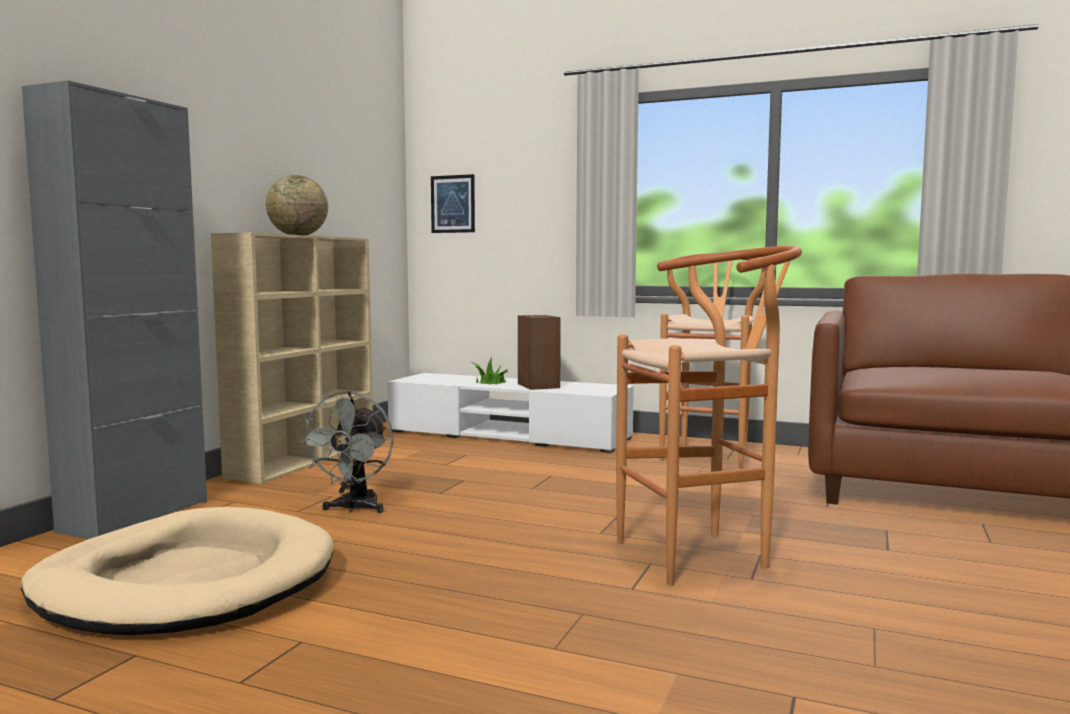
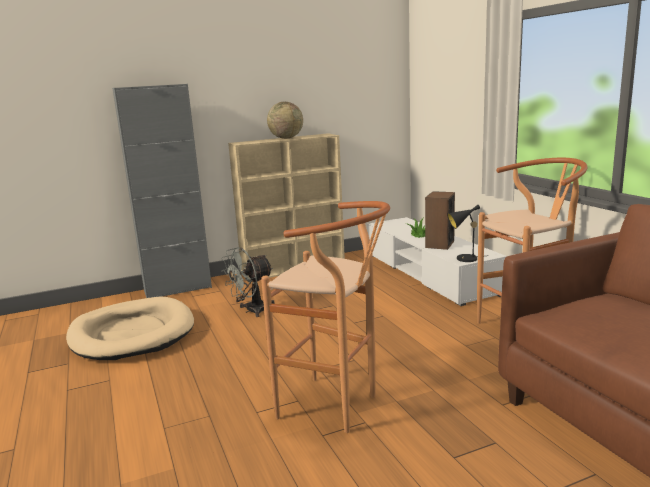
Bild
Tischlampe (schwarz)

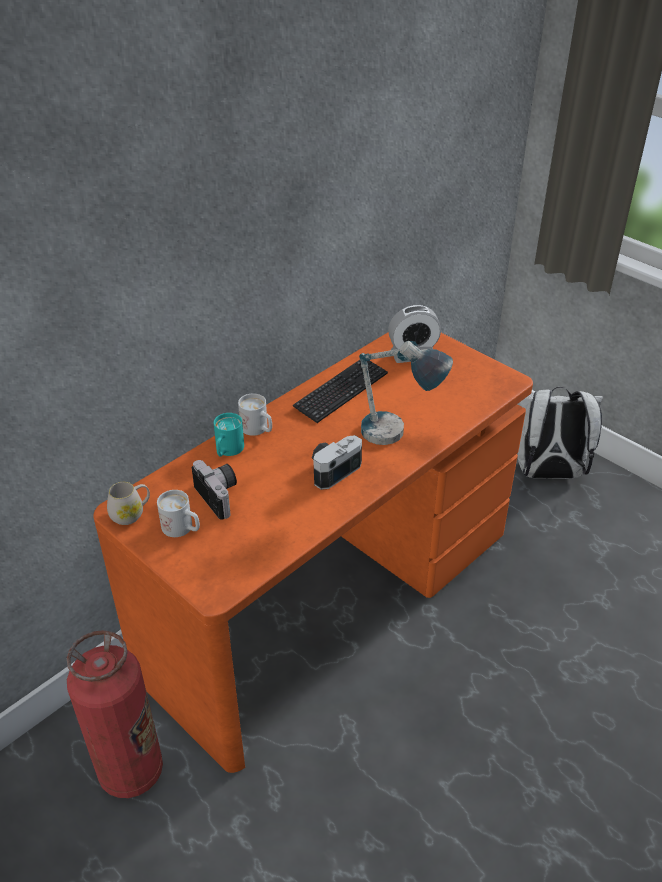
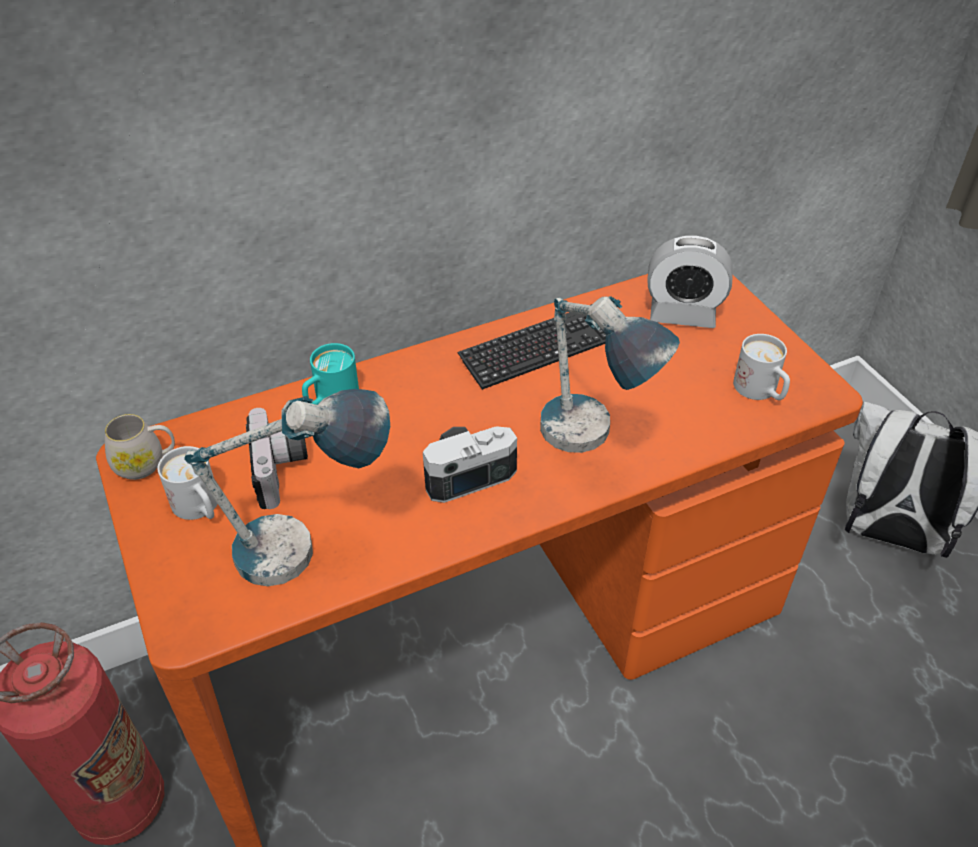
Henkelbecher (weiß) (3rd from left)
Tischlampe (1st from left)

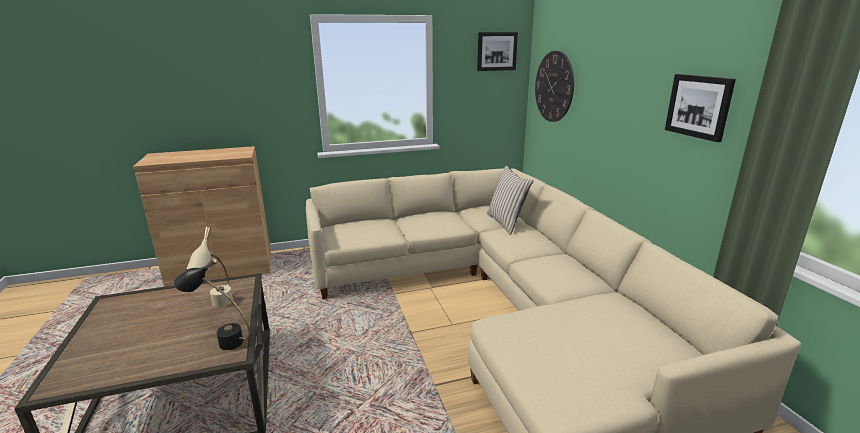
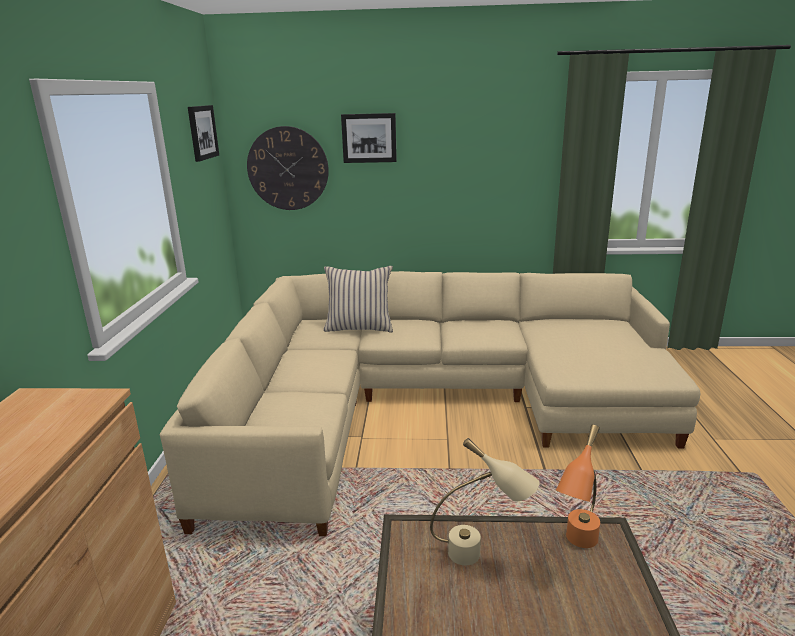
Bild (2nd from left)
Tischlampe (orange)

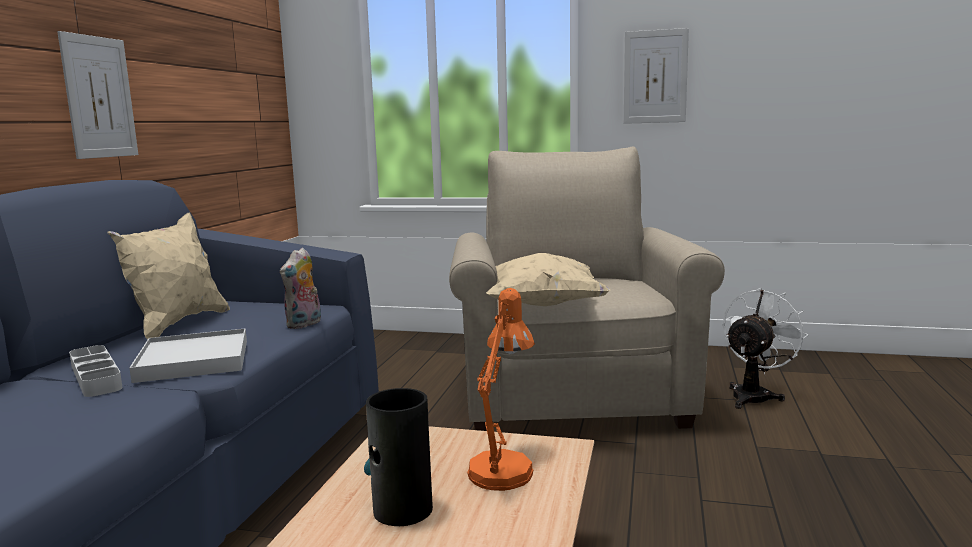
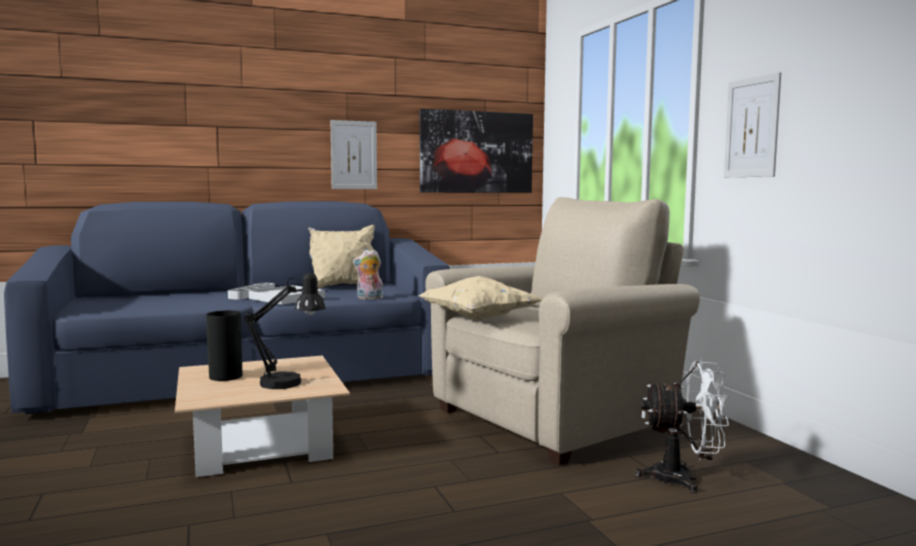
Tischlampe (schwarz)
Bild (2nd from left)

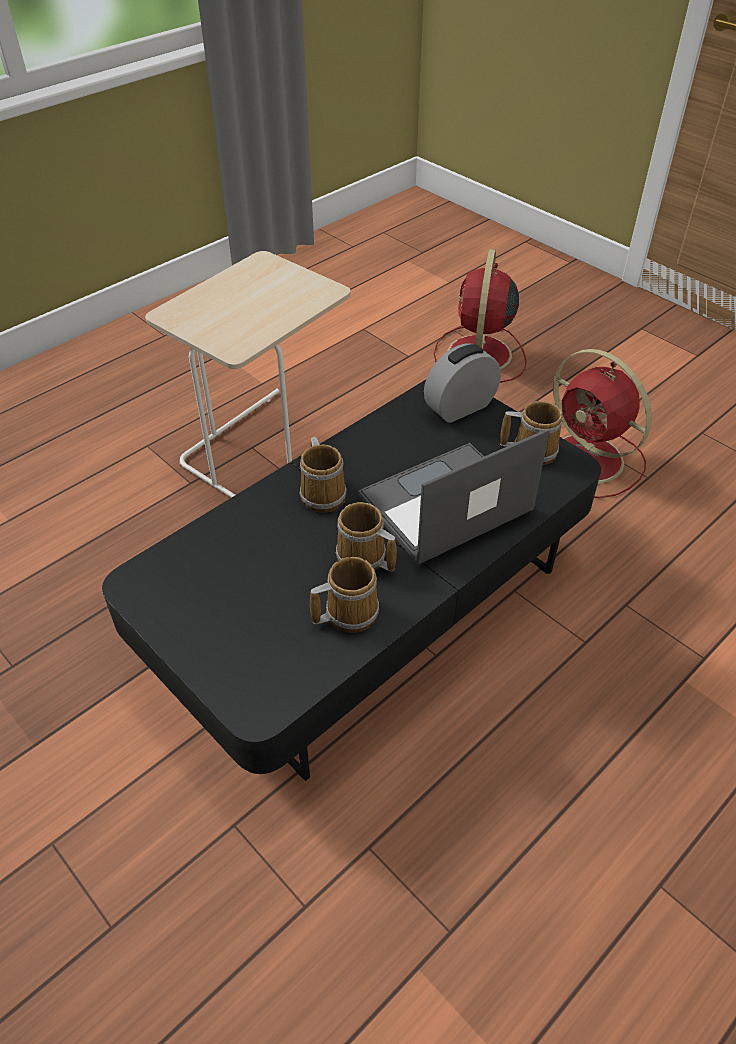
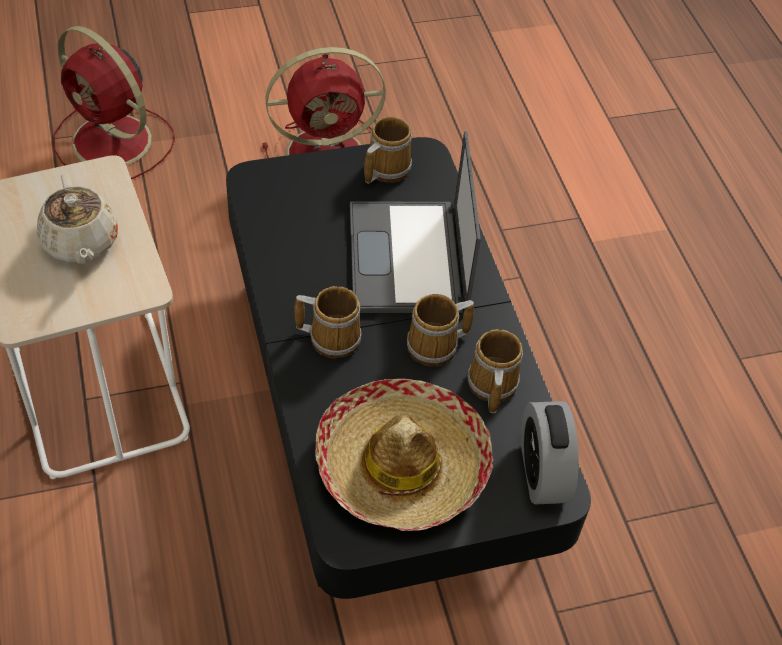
Wecker
Teekanne (beige)
Hut

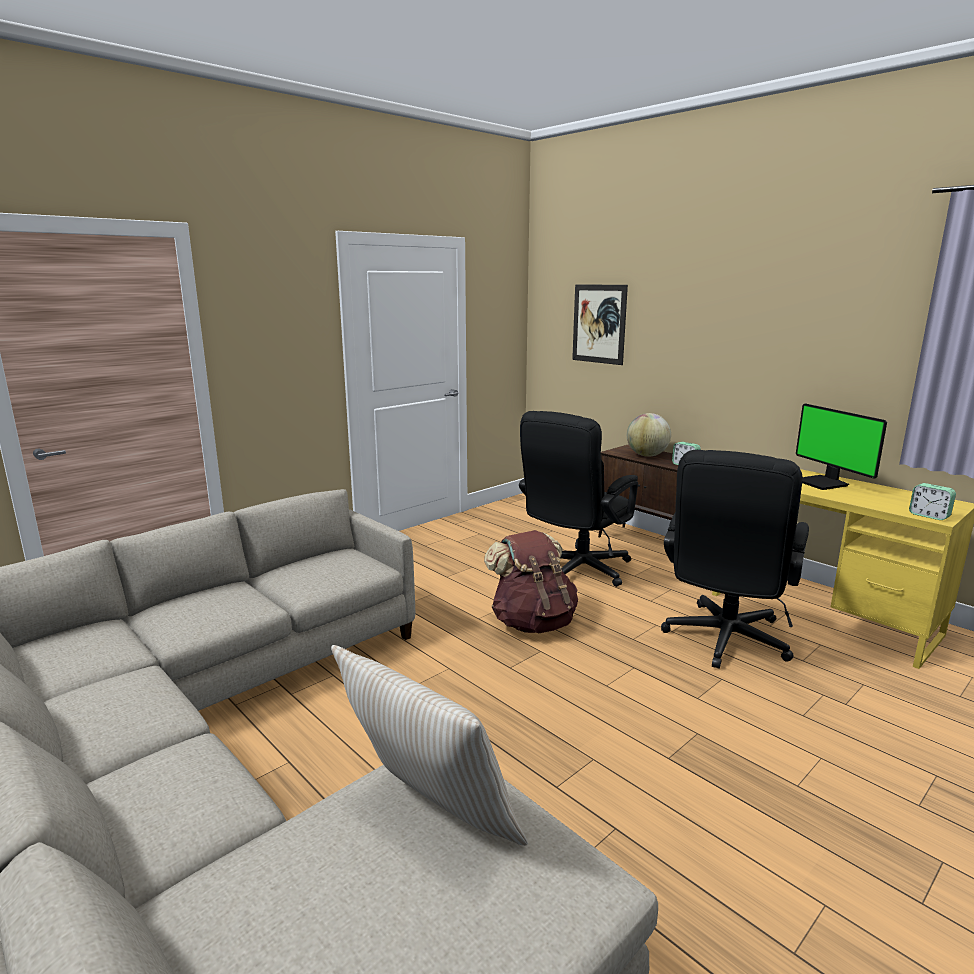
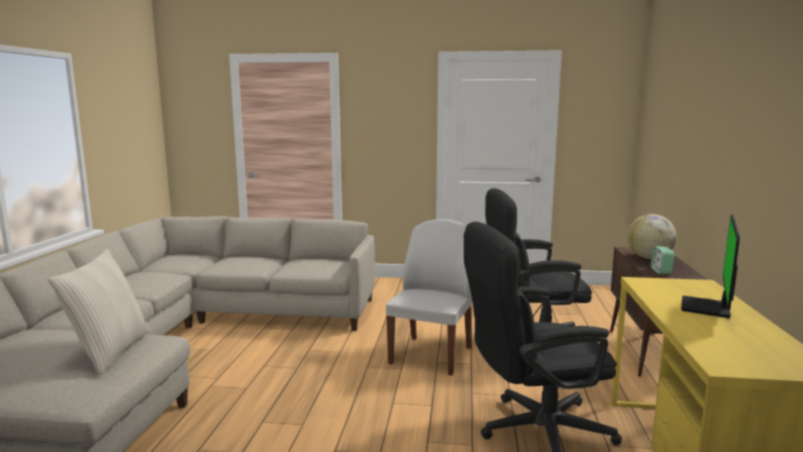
Bild
Wecker (2nd from left in the first image)
Stuhl (weiß)

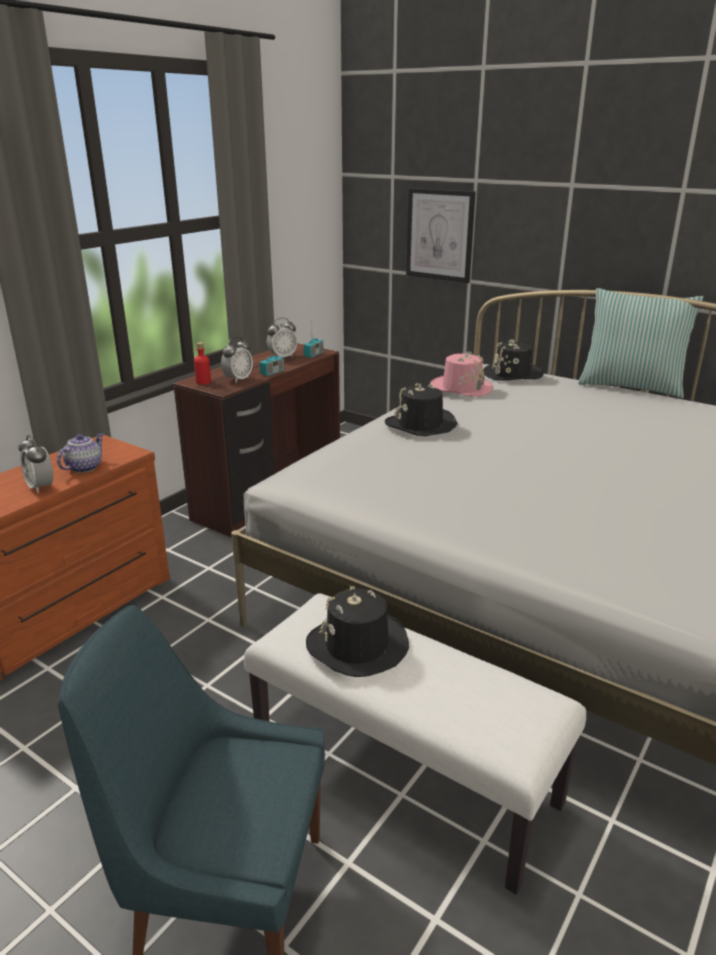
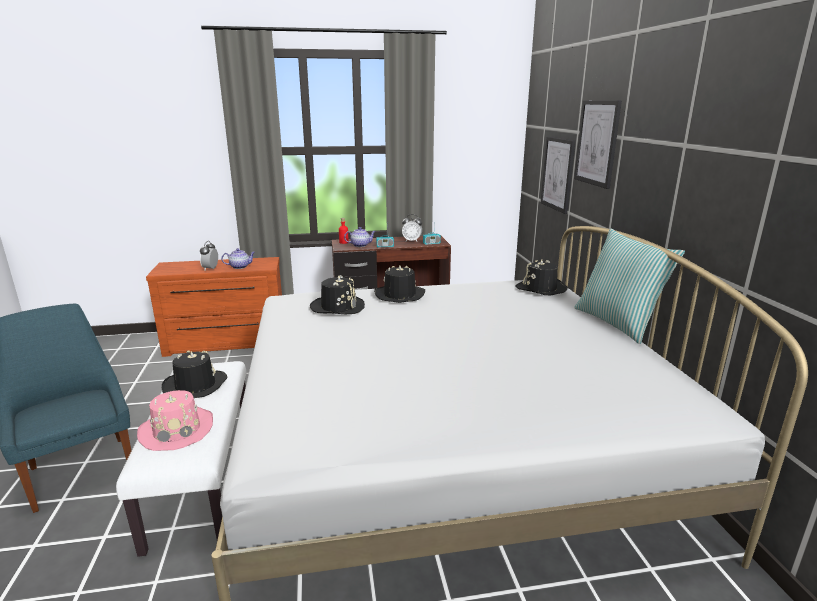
Teekanne (2nd from left)
Hut (rosa)
Bild (2nd from left)
Hut (schwarz) (2nd from left)

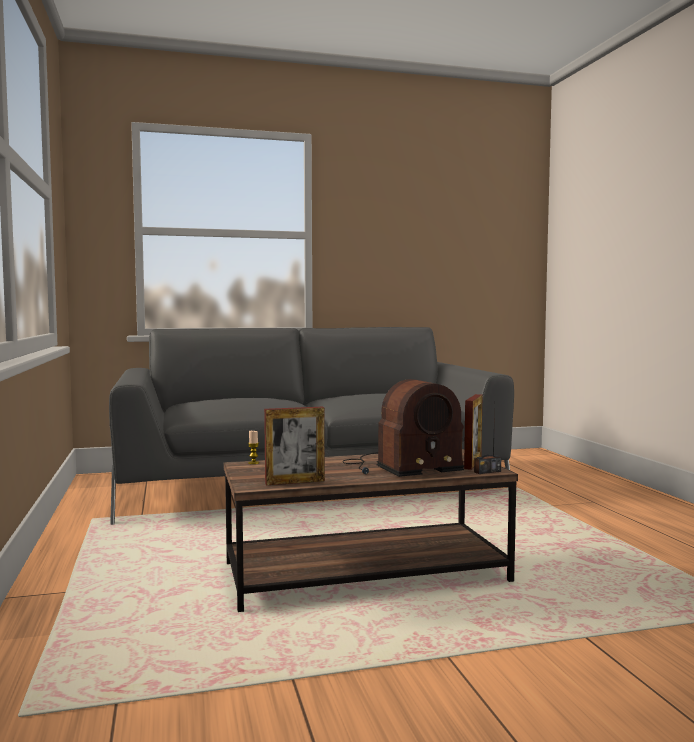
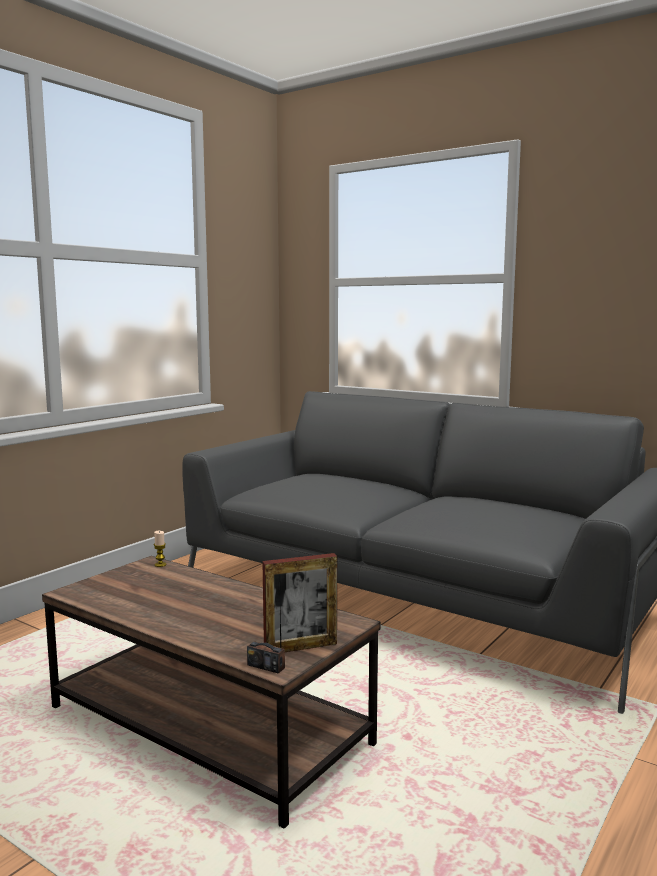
Radio (1st from left in the first image)
Bilderrahmen (1st from left in the first image)

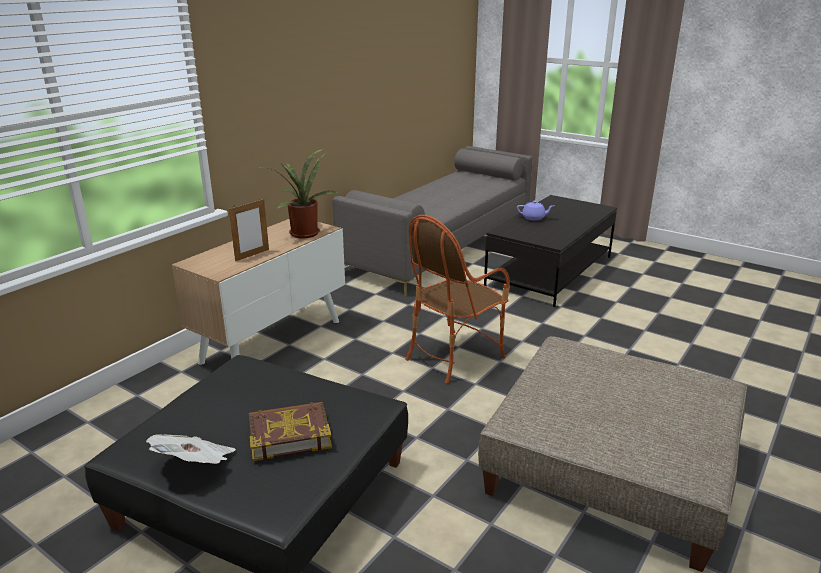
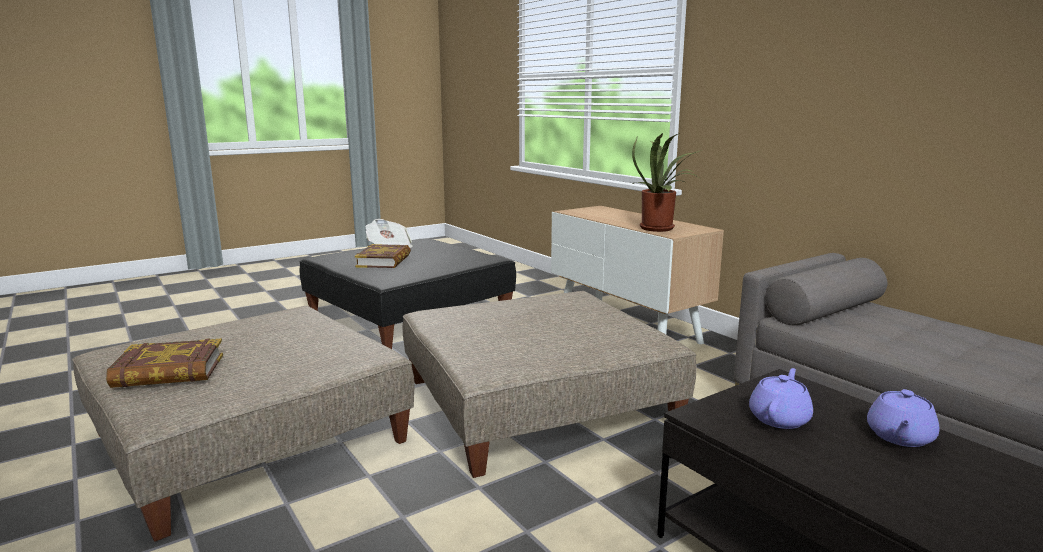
Bilderrahmen
Polsterhocker (beige) (2nd from left)
Buch (1st from left)
Teekanne (lila) (1st from left)

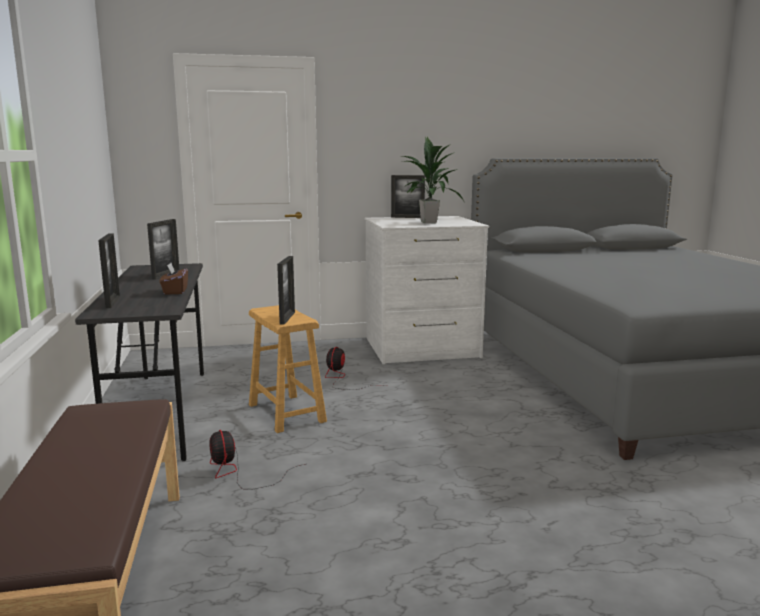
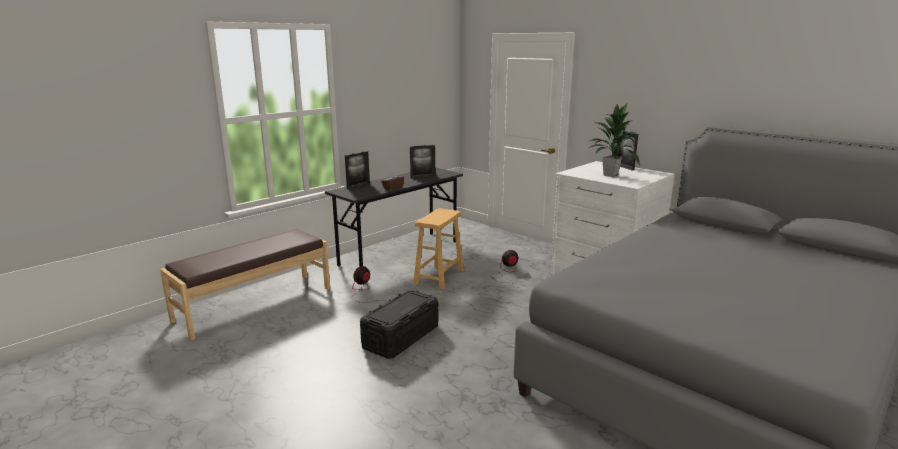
Bilderrahmen (3rd from left in the first image)
Aufbewahrungsbox (schwarz)

